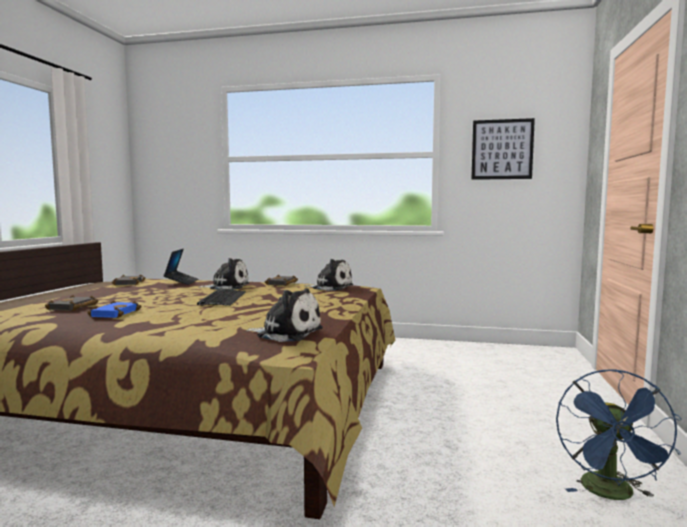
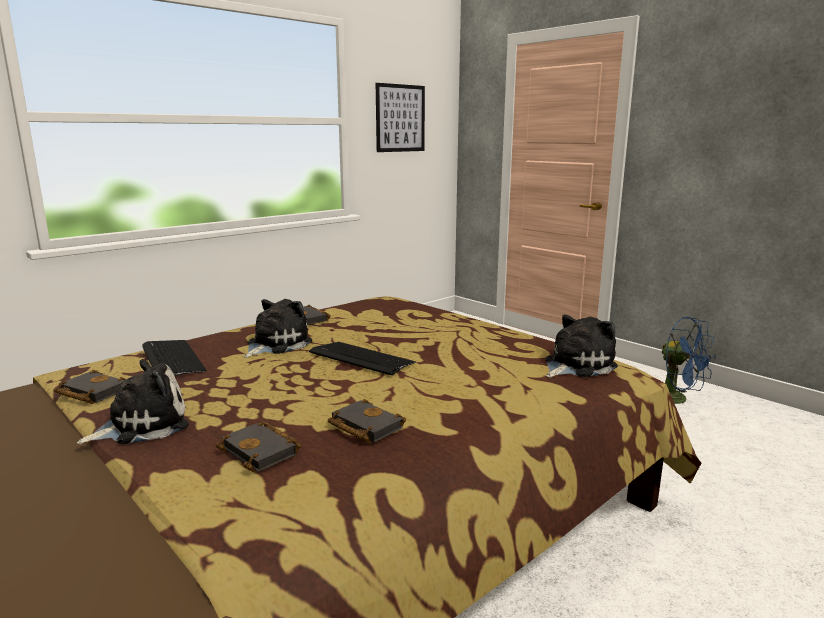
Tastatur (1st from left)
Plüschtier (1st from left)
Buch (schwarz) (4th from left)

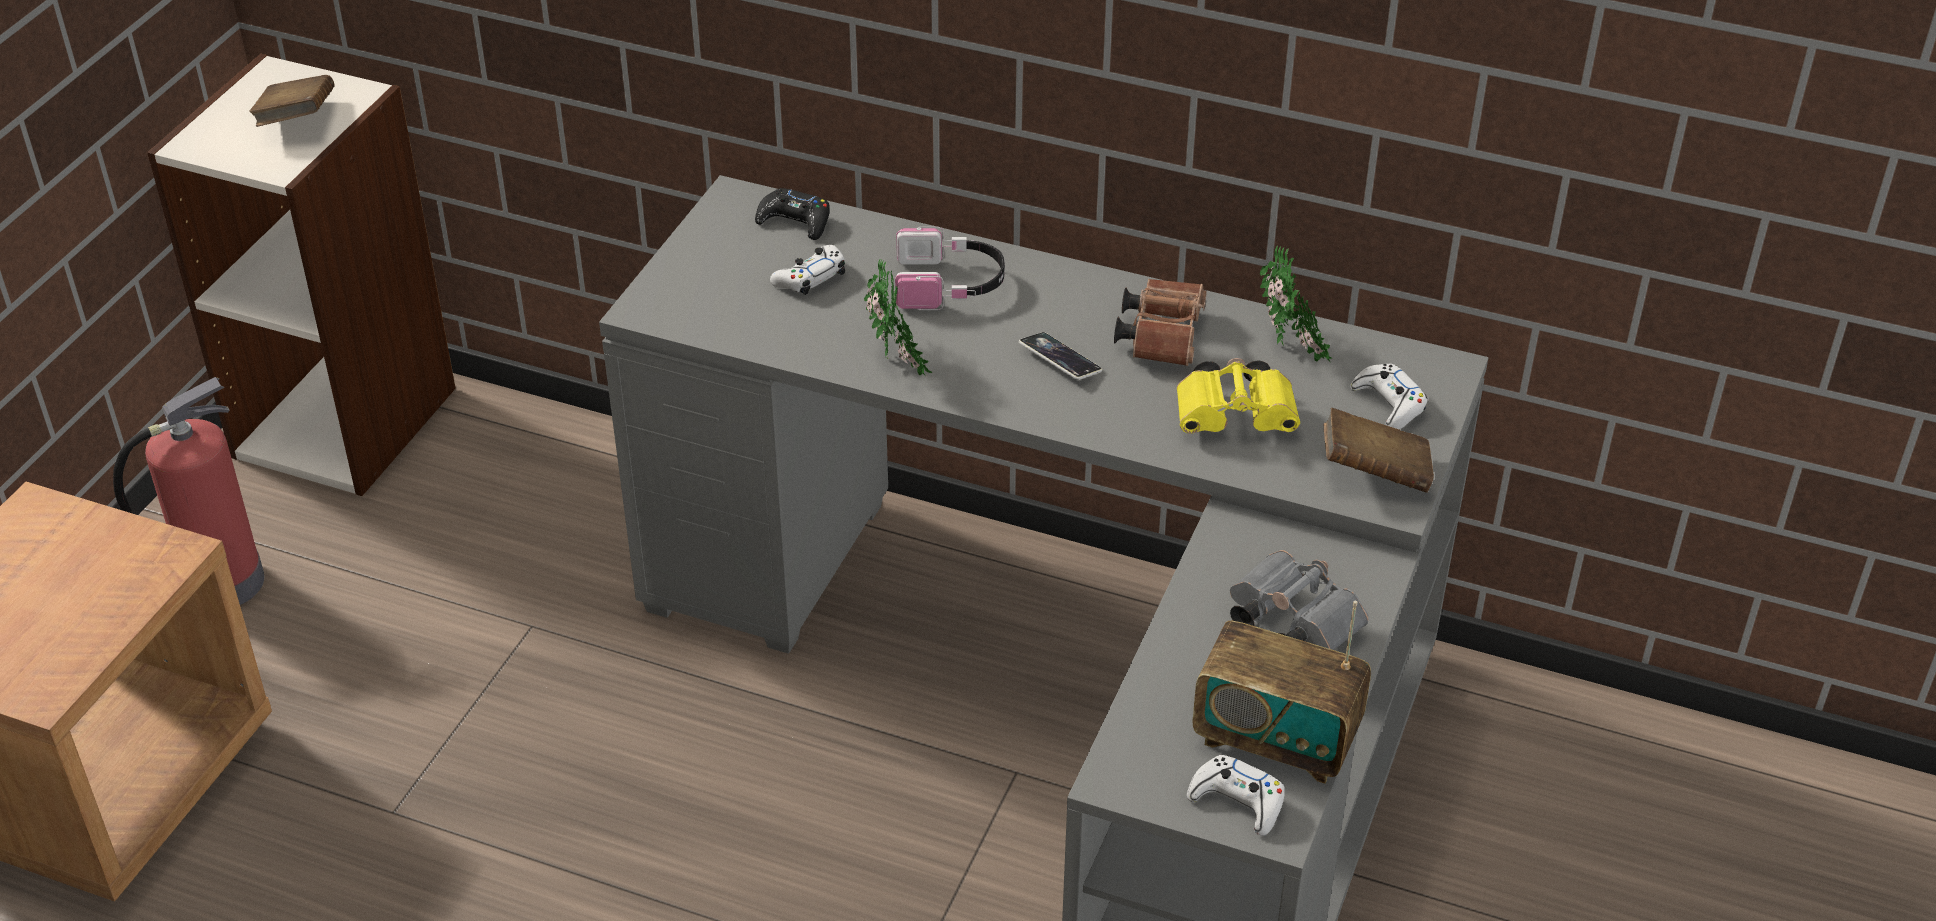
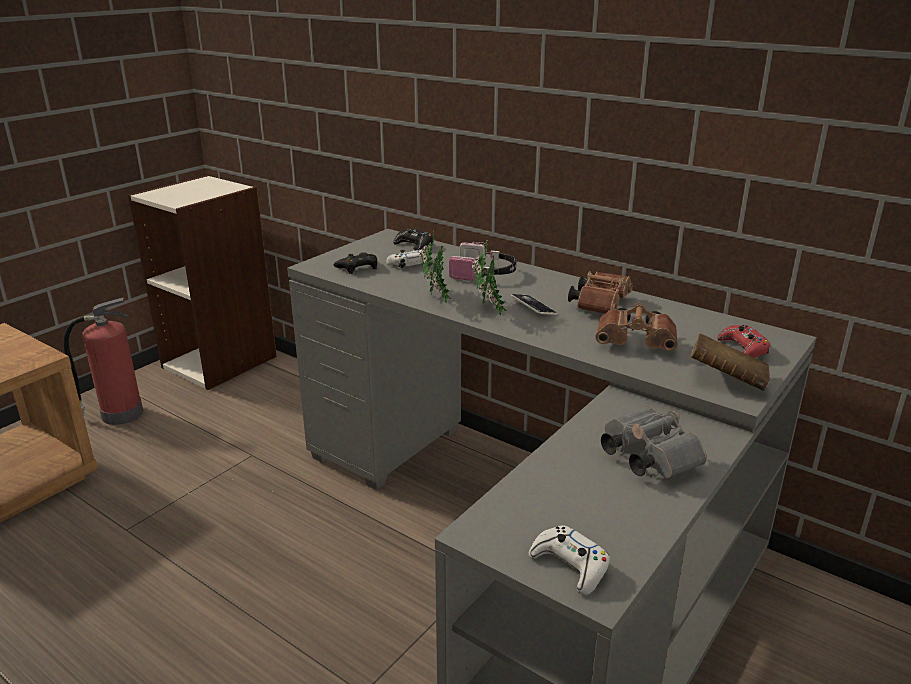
Buch (braun) (1st from left in the first image)
Topfpflanze (2nd from left)
Fernglas (braun) (2nd from left)
Gamepad (rot)
Radio
Gamepad (schwarz) (1st from left)

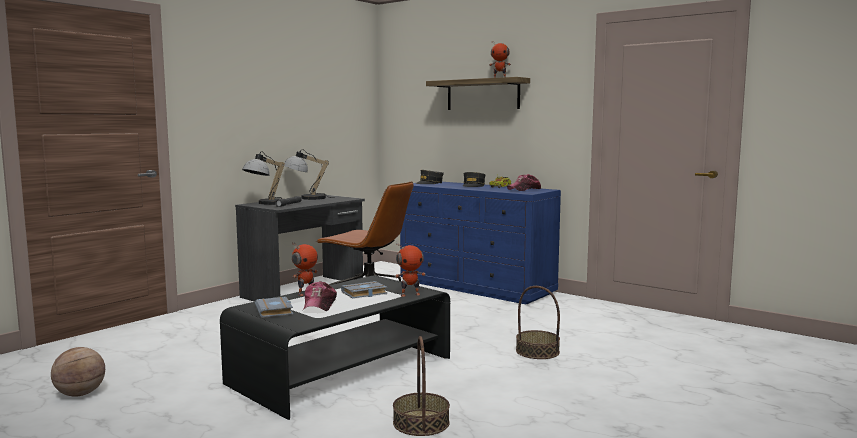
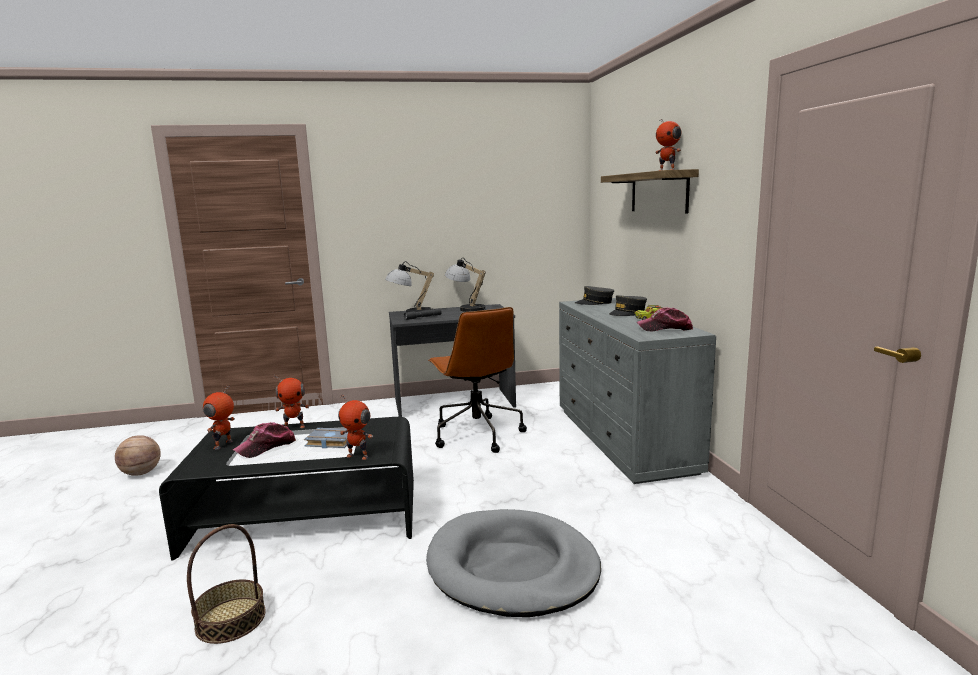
Kommode (grau)
Hundebett (grau)
Spielzeugroboter (1st from left)

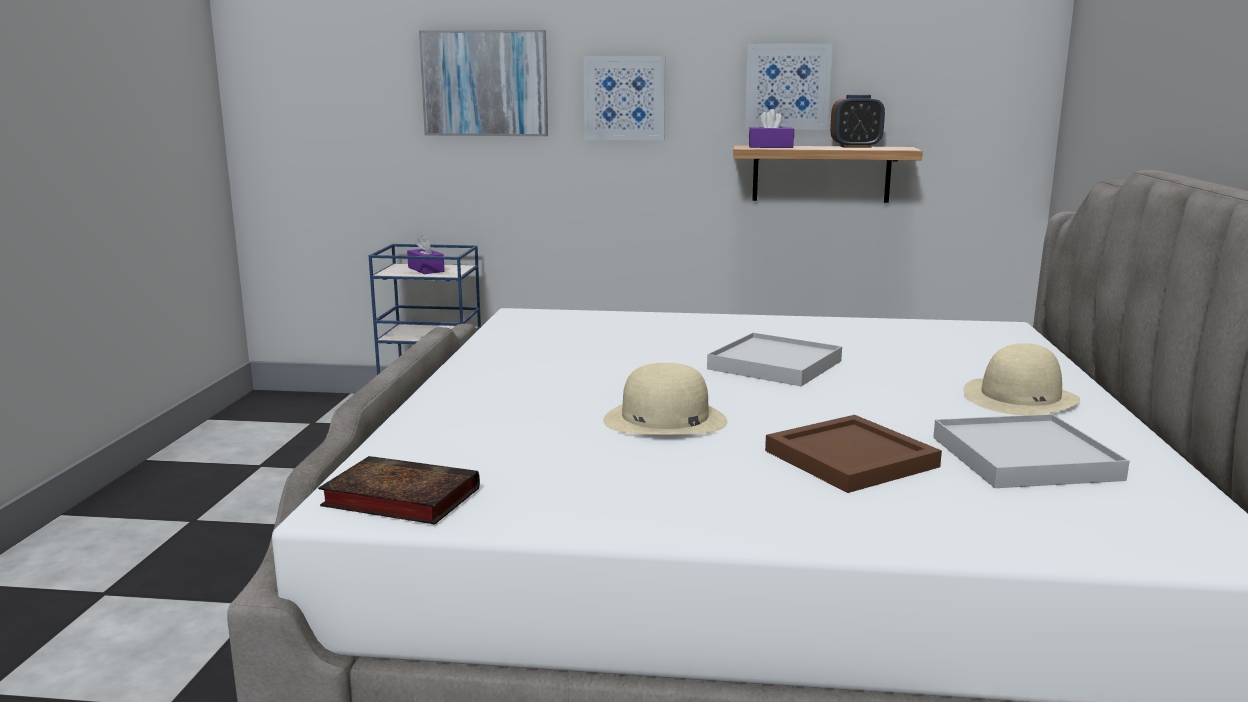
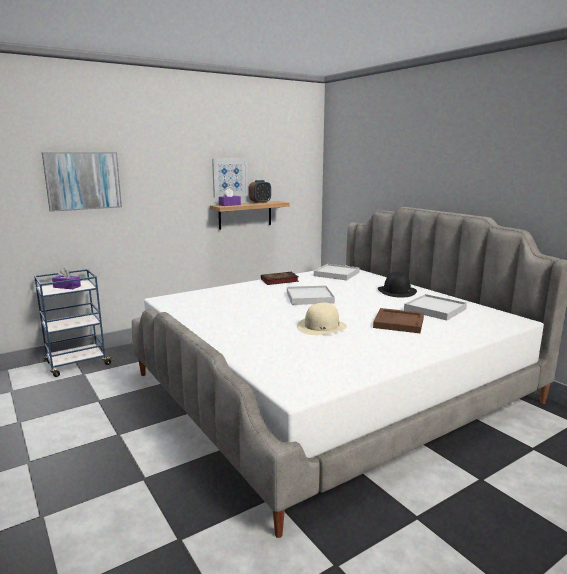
Bild (2nd from left in the first image)
Hut (schwarz)
Buch
Tablett (weiß) (2nd from left)

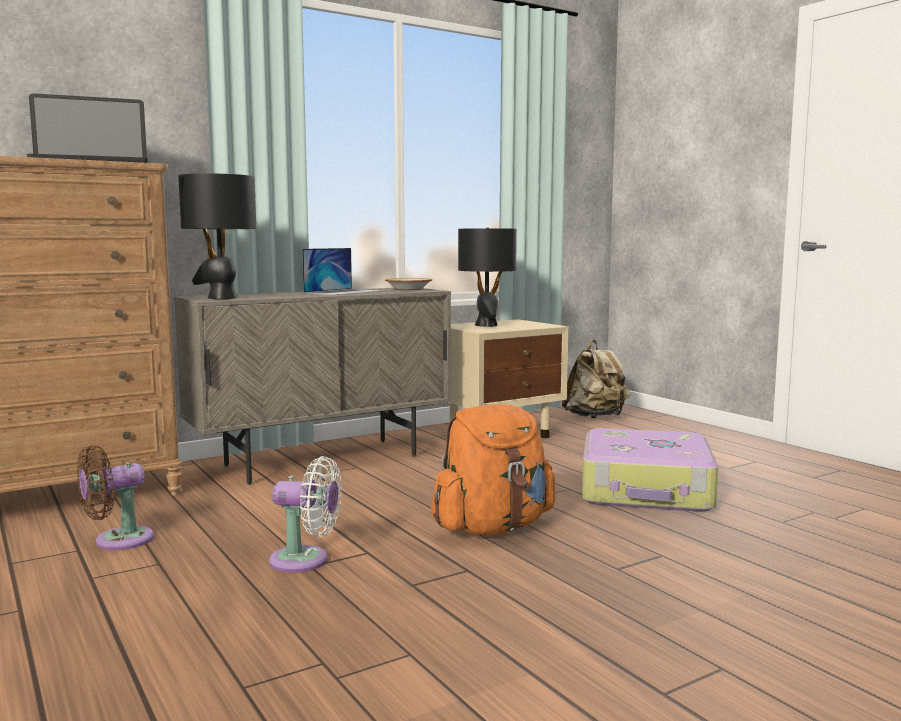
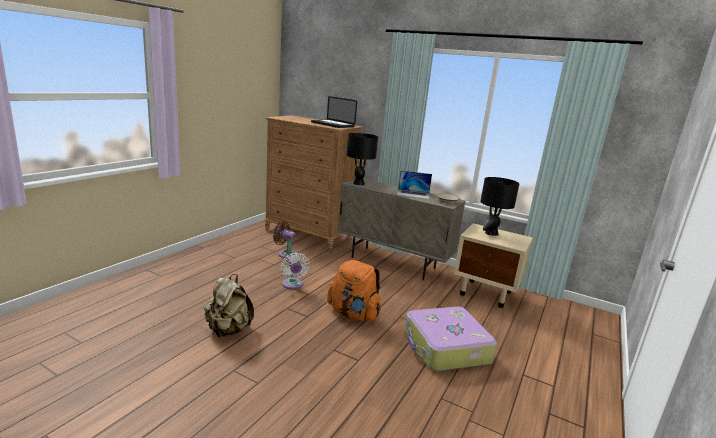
Rucksack (beige)

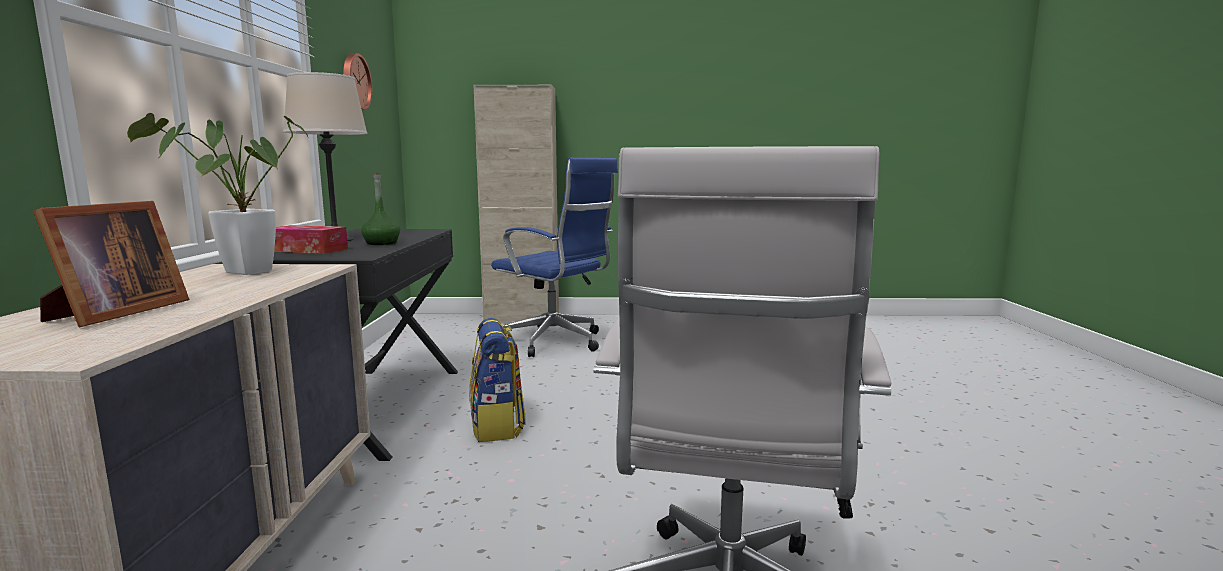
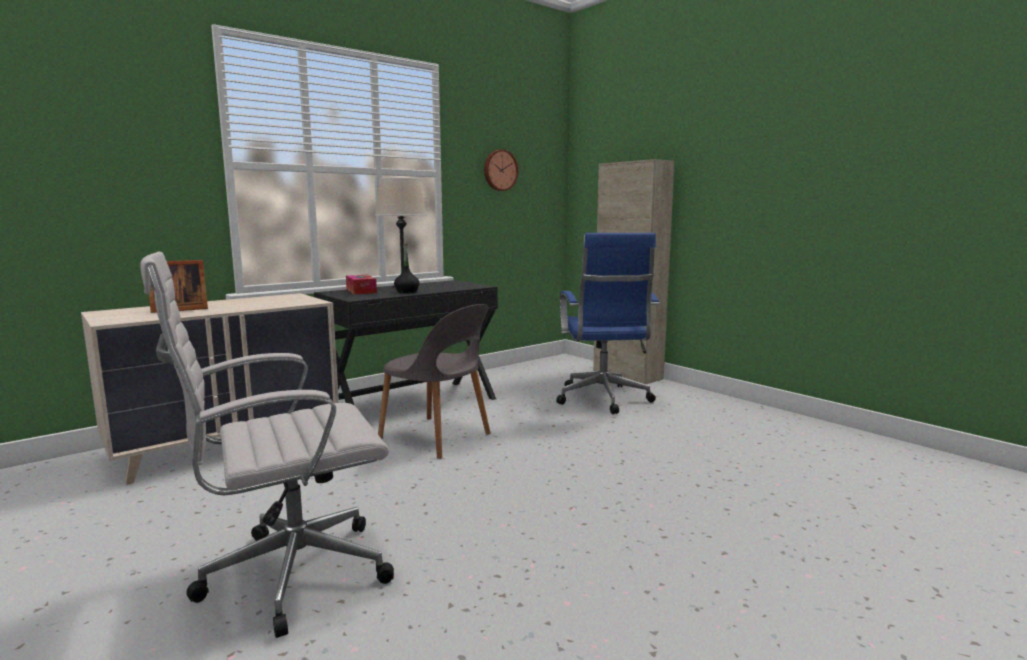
Topfpflanze
Flasche (schwarz)
Stuhl (grau)

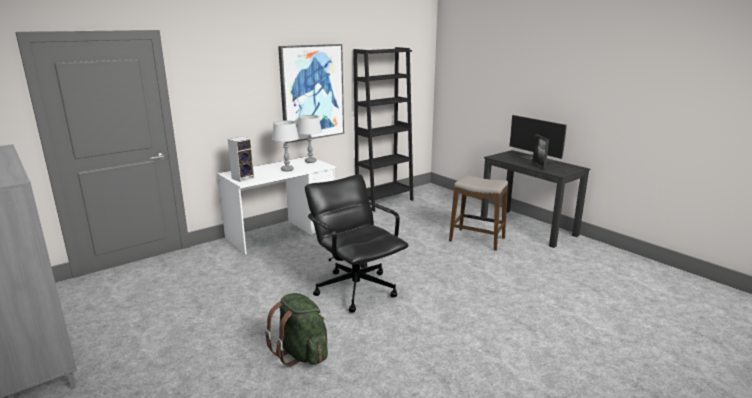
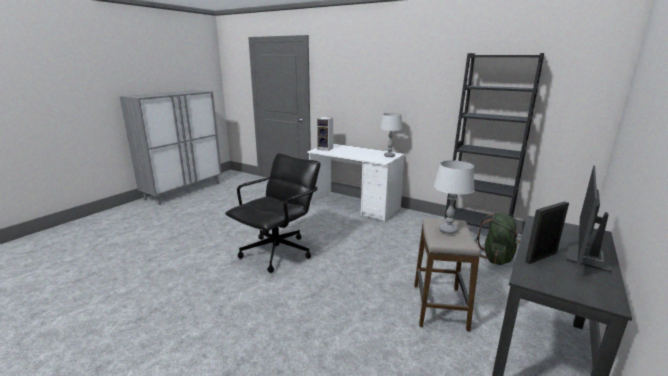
Bild
Tischlampe (grau) (2nd from left)
Rucksack (grün)

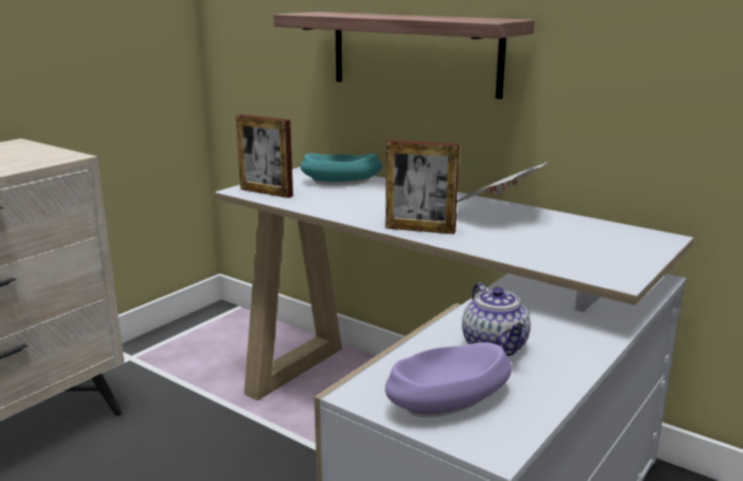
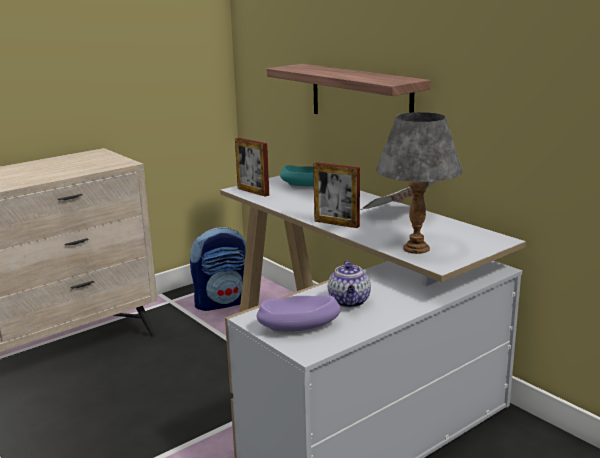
Tischlampe (grau)
Rucksack

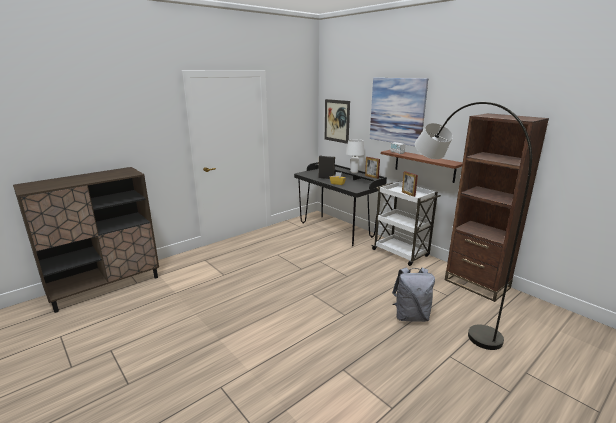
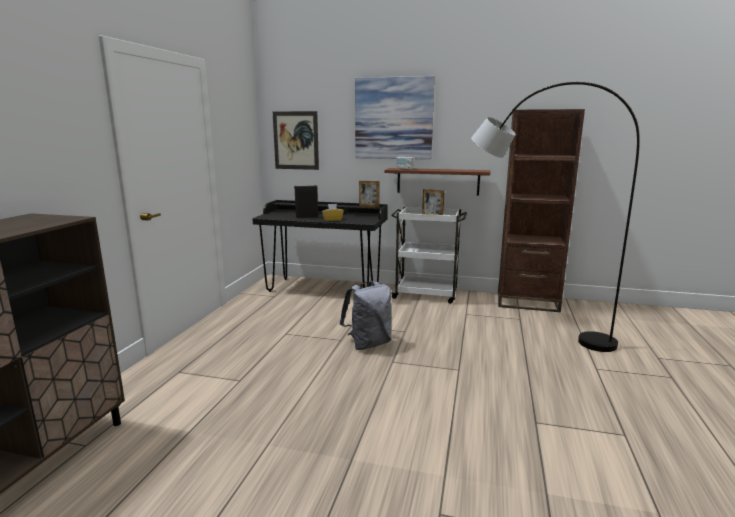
Tischlampe (weiß)
Rucksack (grau)

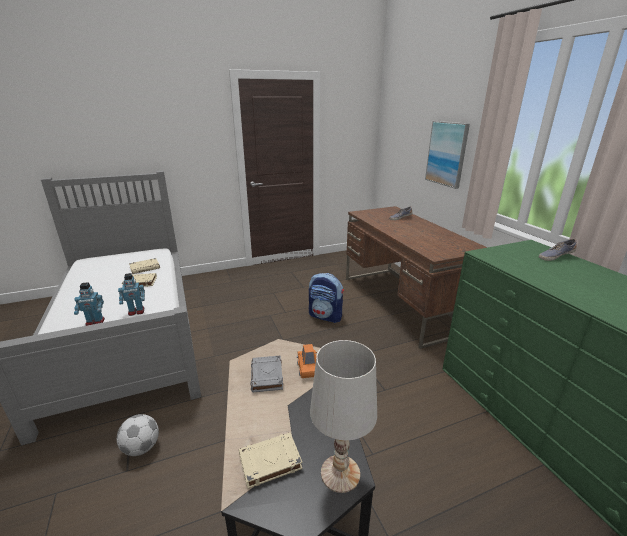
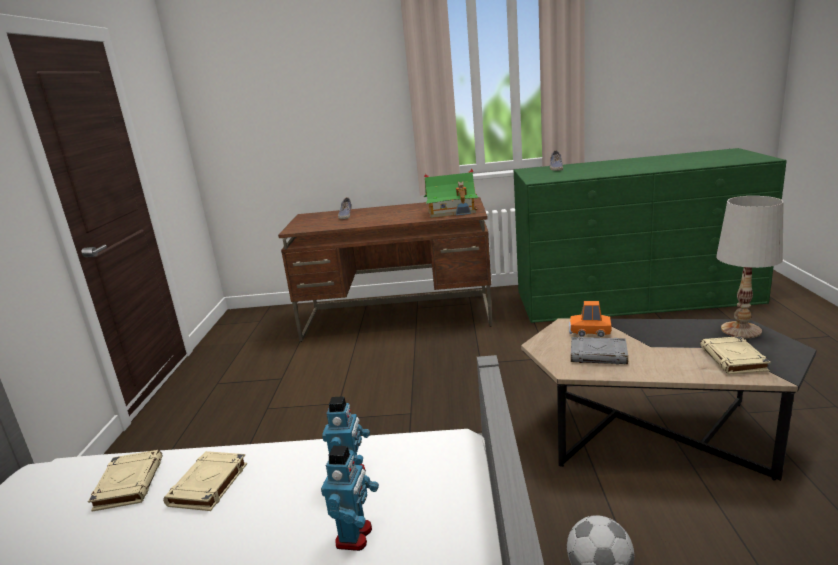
Bild
Rucksack
Spielzeughaus

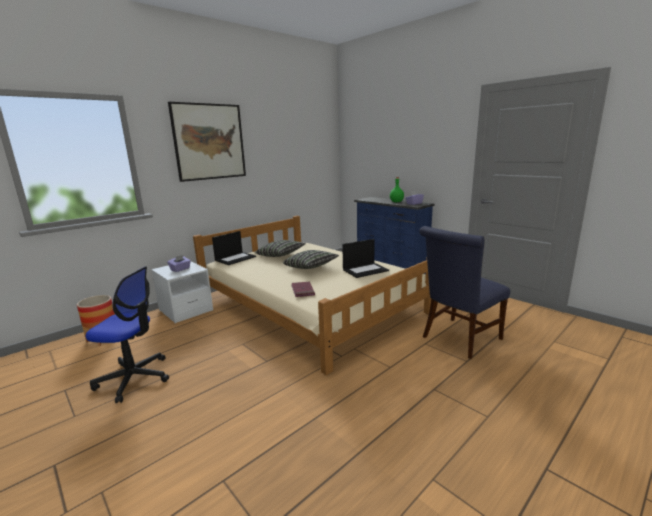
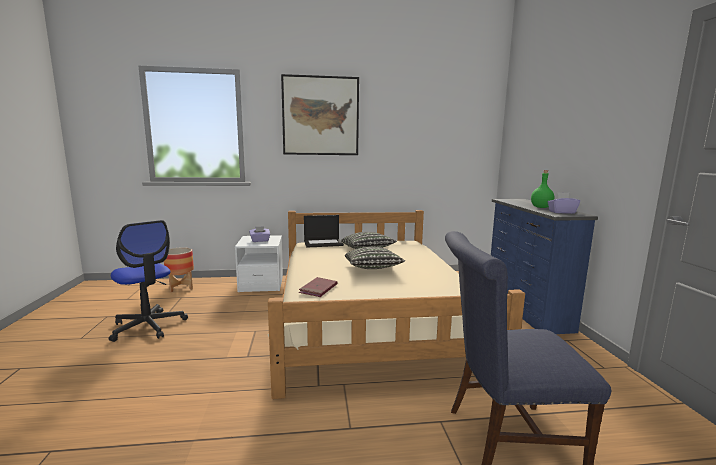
Laptop (2nd from left in the first image)

